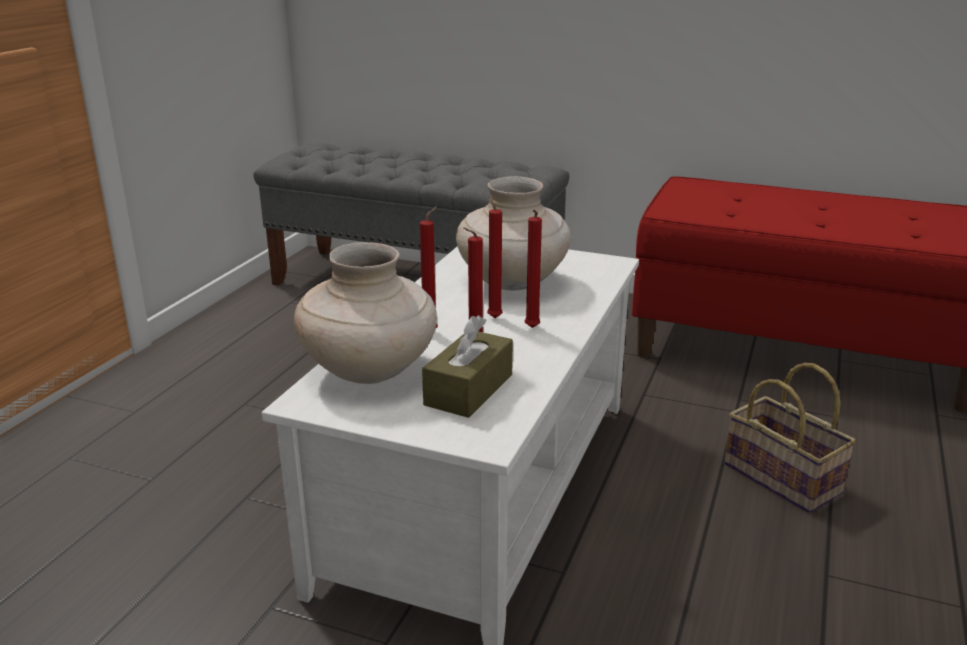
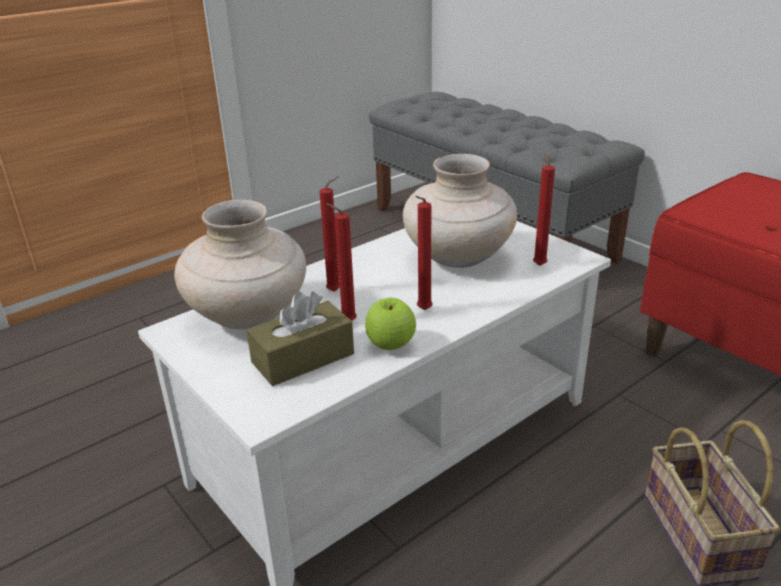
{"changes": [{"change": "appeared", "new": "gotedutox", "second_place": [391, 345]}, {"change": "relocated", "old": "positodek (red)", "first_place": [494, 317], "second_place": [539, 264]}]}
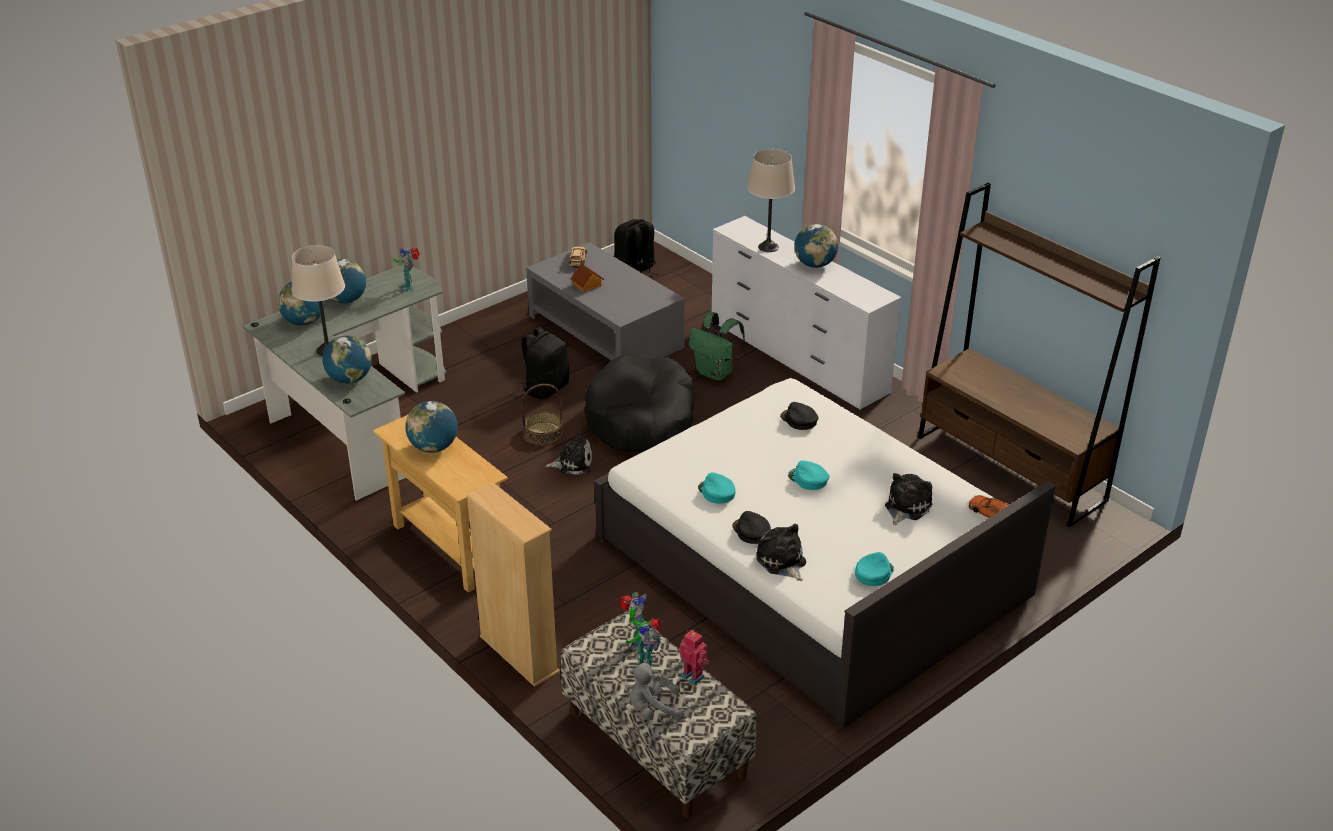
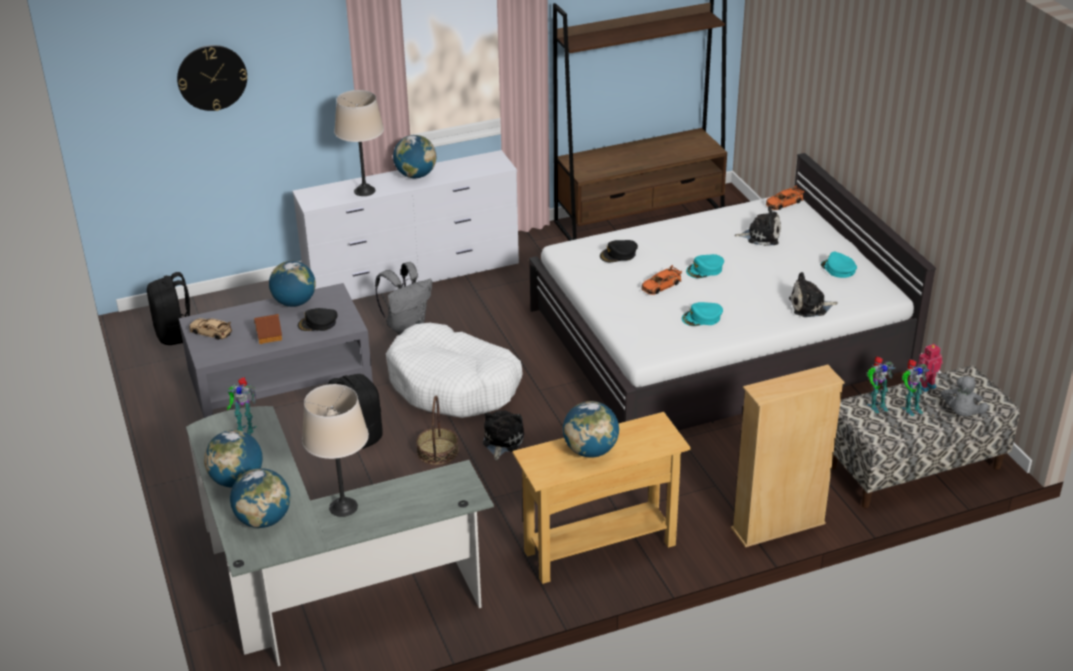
{"changes": [{"change": "appeared", "new": "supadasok", "second_place": [212, 77]}, {"change": "relocated", "old": "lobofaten", "first_place": [349, 379], "second_place": [294, 303]}, {"change": "relocated", "old": "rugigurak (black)", "first_place": [751, 531], "second_place": [318, 323]}, {"change": "colour", "old": "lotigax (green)", "new": "lotigax (grey)", "first_place": [716, 373], "second_place": [406, 325]}, {"change": "colour", "old": "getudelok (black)", "new": "getudelok (white)", "first_place": [641, 419], "second_place": [454, 385]}, {"change": "appeared", "new": "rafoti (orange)", "second_place": [661, 286]}, {"change": "spun", "old": "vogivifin", "first_place": [906, 507], "second_place": [761, 236], "degrees": 135}, {"change": "spun", "old": "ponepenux", "first_place": [638, 642], "second_place": [876, 405], "degrees": 135}]}
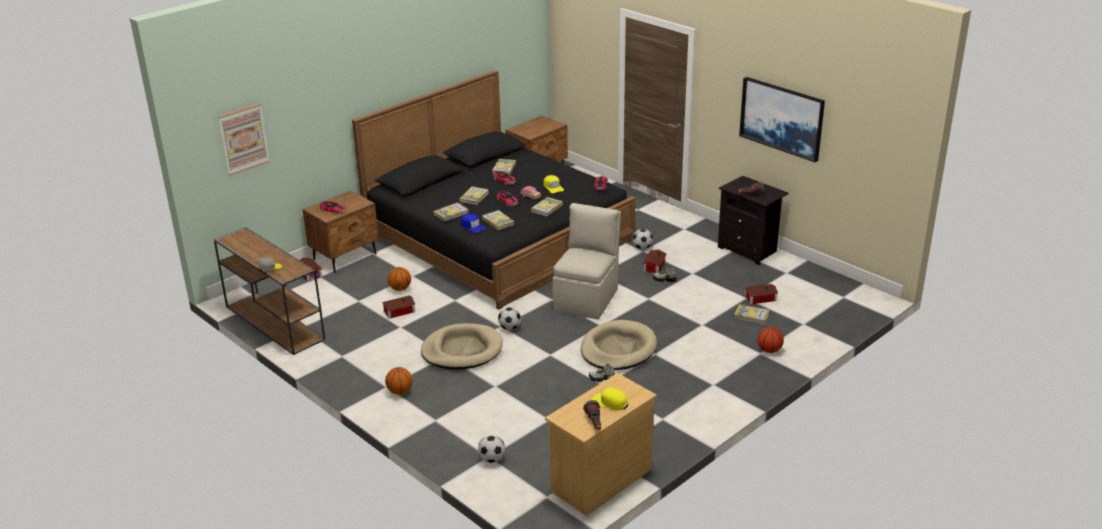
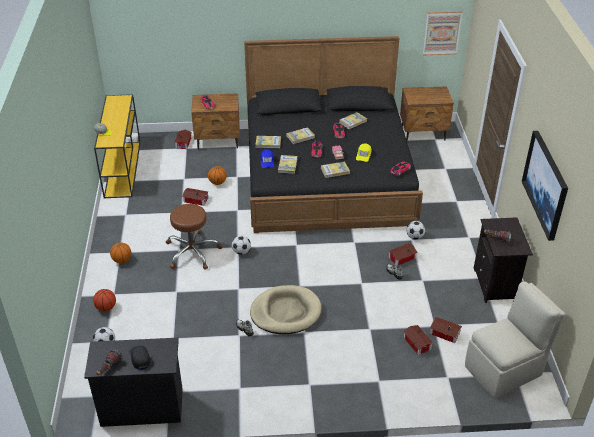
{"changes": [{"change": "colour", "old": "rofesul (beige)", "new": "rofesul (black)", "first_place": [601, 480], "second_place": [141, 407]}, {"change": "relocated", "old": "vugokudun", "first_place": [769, 350], "second_place": [106, 307]}, {"change": "colour", "old": "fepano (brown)", "new": "fepano (yellow)", "first_place": [273, 322], "second_place": [122, 168]}, {"change": "colour", "old": "rugigurak (yellow)", "new": "rugigurak (black)", "first_place": [609, 402], "second_place": [140, 358]}, {"change": "exchanged", "old": "getudelok (beige)", "new": "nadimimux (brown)", "first_place": [462, 350], "second_place": [192, 252]}, {"change": "exchanged", "old": "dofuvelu", "new": "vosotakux", "first_place": [751, 315], "second_place": [417, 344]}, {"change": "relocated", "old": "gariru", "first_place": [243, 139], "second_place": [442, 32]}, {"change": "relocated", "old": "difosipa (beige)", "first_place": [587, 299], "second_place": [505, 370]}]}
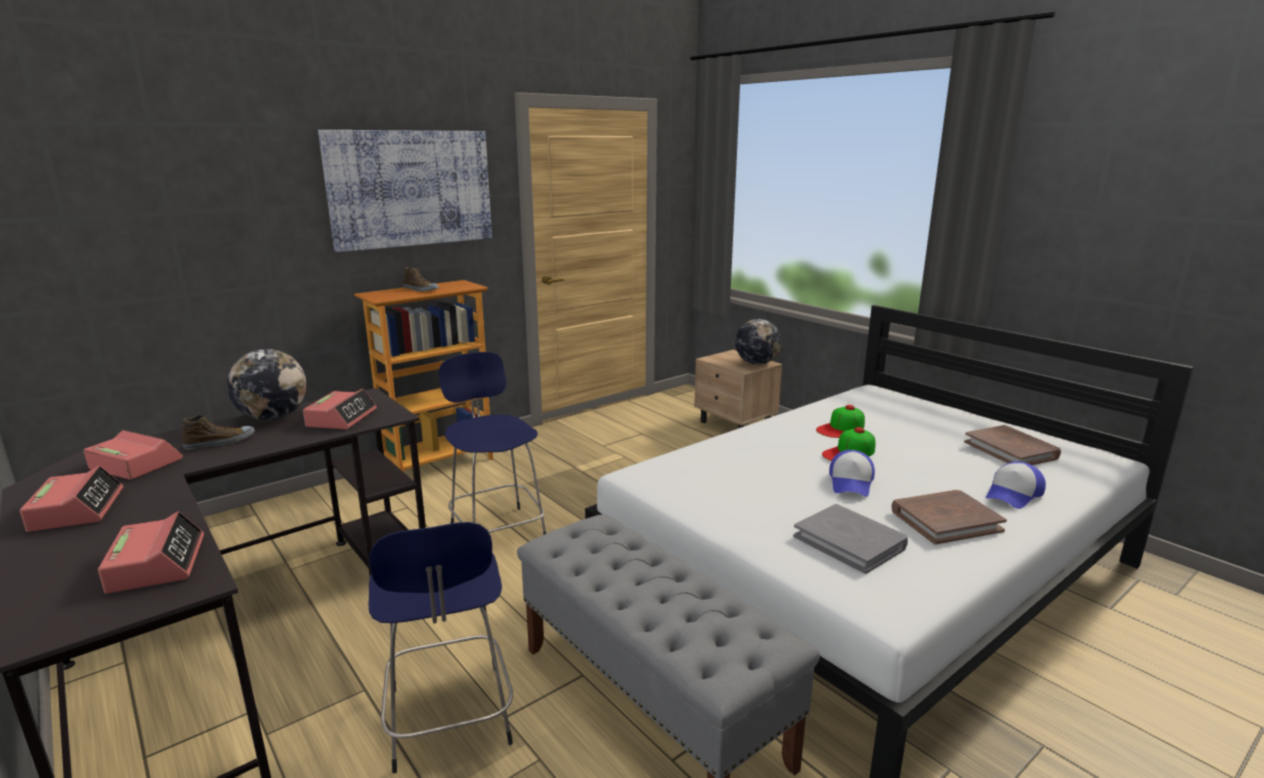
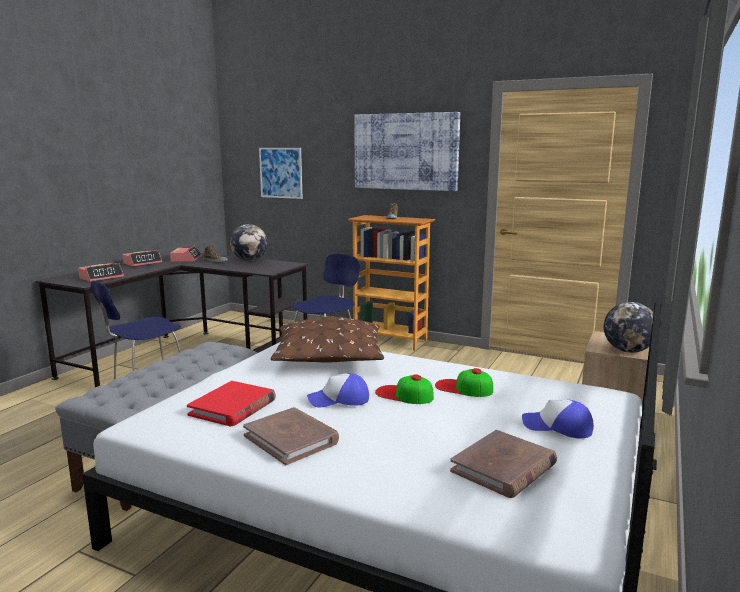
{"changes": [{"change": "colour", "old": "dofuvelu (grey)", "new": "dofuvelu (red)", "first_place": [849, 542], "second_place": [233, 407]}, {"change": "appeared", "new": "gariru", "second_place": [280, 173]}, {"change": "appeared", "new": "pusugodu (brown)", "second_place": [329, 358]}, {"change": "relocated", "old": "rugigurak", "first_place": [1013, 494], "second_place": [557, 427]}, {"change": "missing", "old": "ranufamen", "first_place": [341, 418]}]}
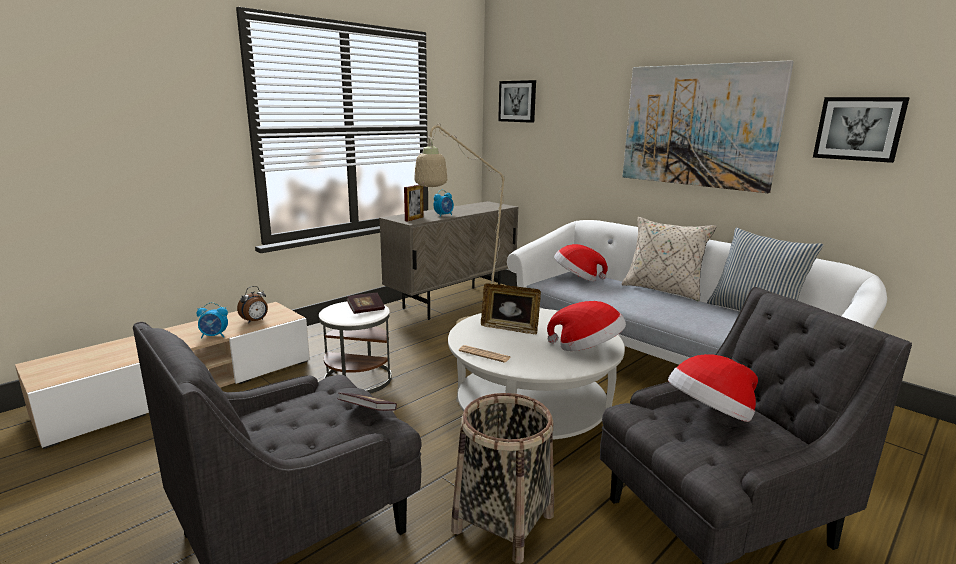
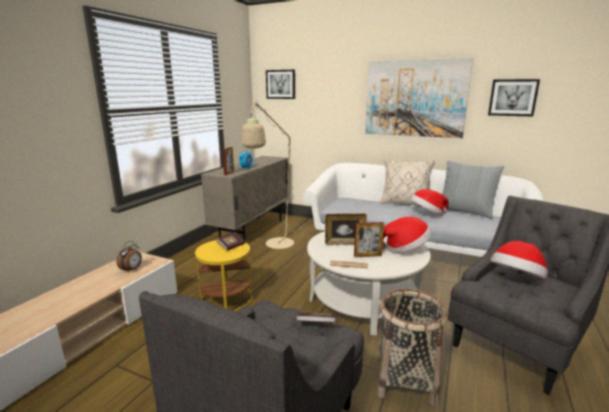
{"changes": [{"change": "colour", "old": "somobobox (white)", "new": "somobobox (yellow)", "first_place": [358, 379], "second_place": [226, 300]}, {"change": "appeared", "new": "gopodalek", "second_place": [367, 255]}, {"change": "relocated", "old": "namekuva", "first_place": [577, 278], "second_place": [427, 214]}, {"change": "missing", "old": "ranufamen", "first_place": [214, 336]}]}
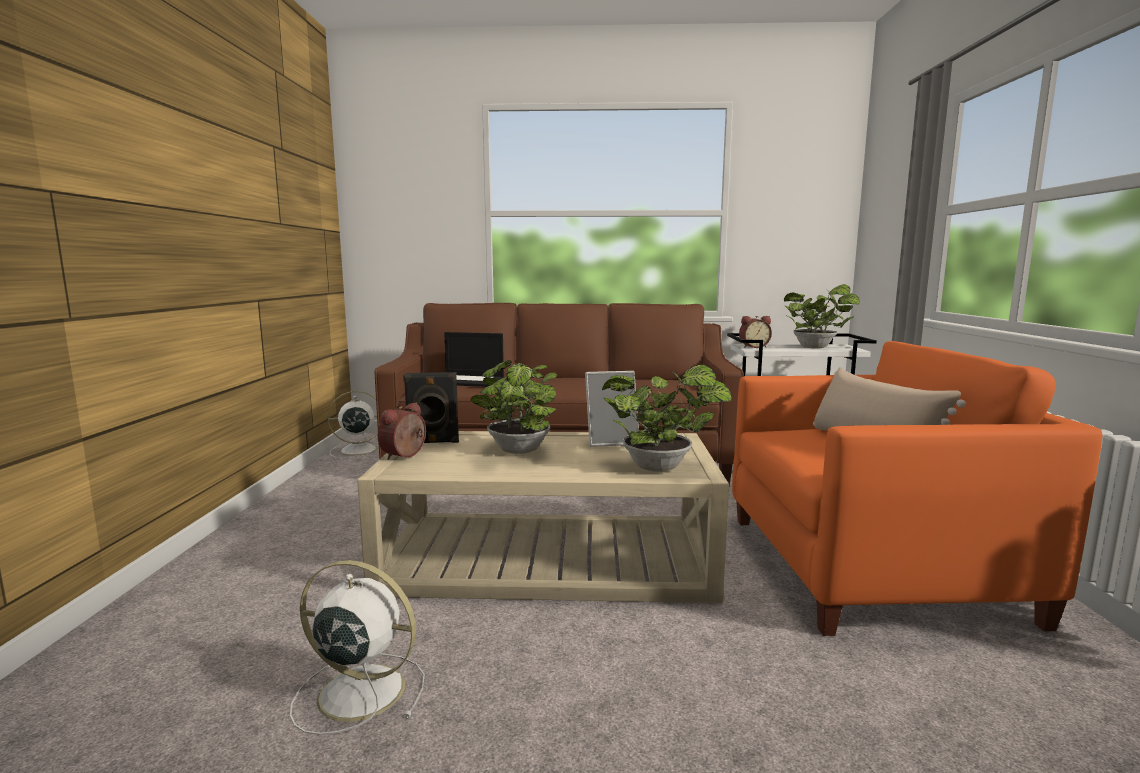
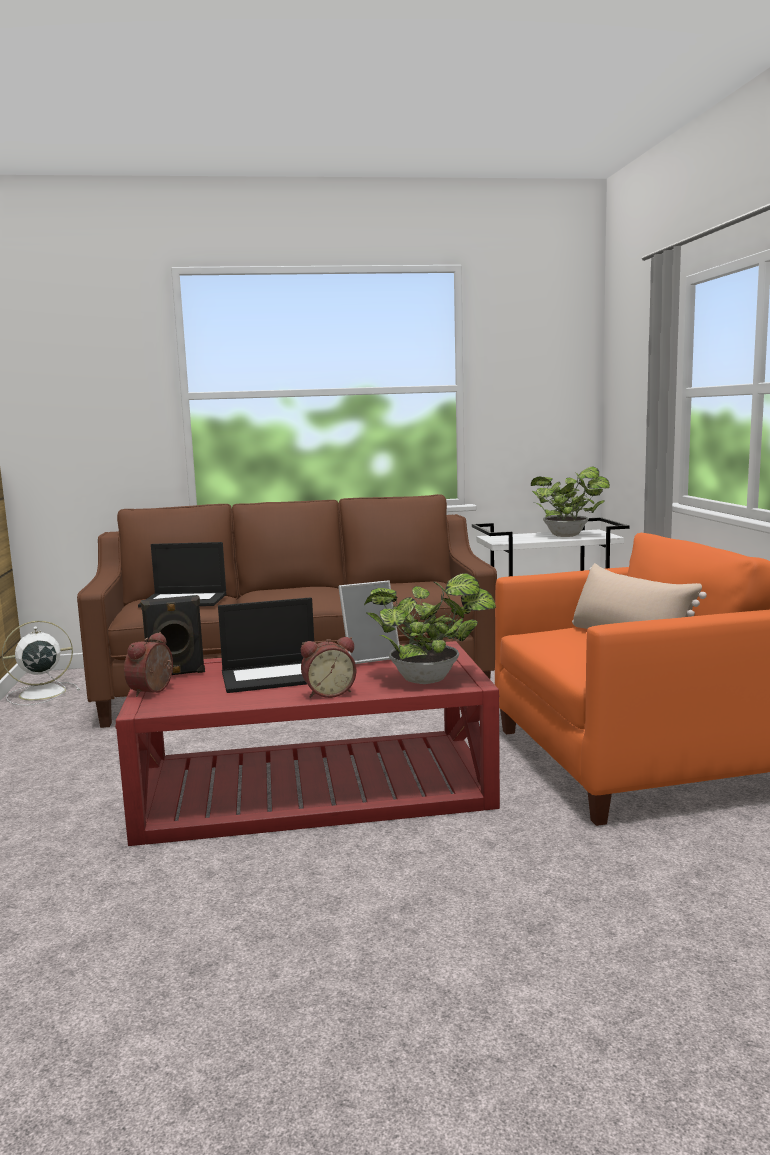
{"changes": [{"change": "colour", "old": "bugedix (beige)", "new": "bugedix (red)", "first_place": [548, 557], "second_place": [313, 786]}, {"change": "exchanged", "old": "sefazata", "new": "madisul", "first_place": [517, 451], "second_place": [274, 676]}, {"change": "relocated", "old": "ranufamen", "first_place": [753, 347], "second_place": [328, 693]}, {"change": "missing", "old": "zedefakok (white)", "first_place": [358, 691]}]}
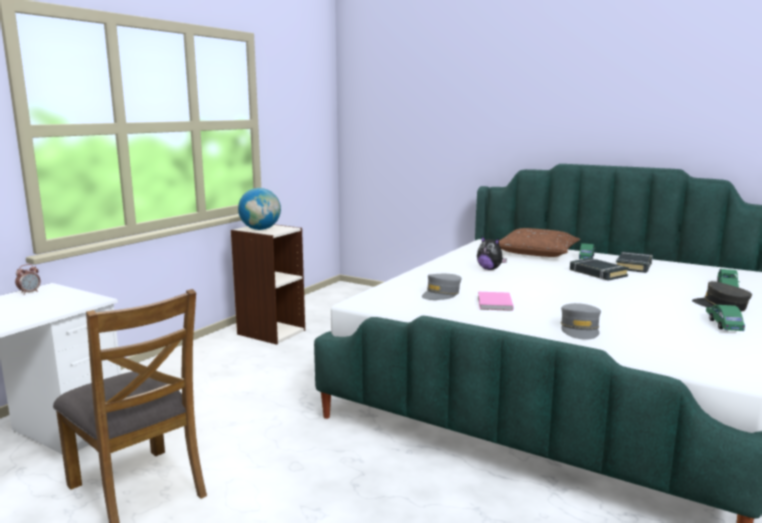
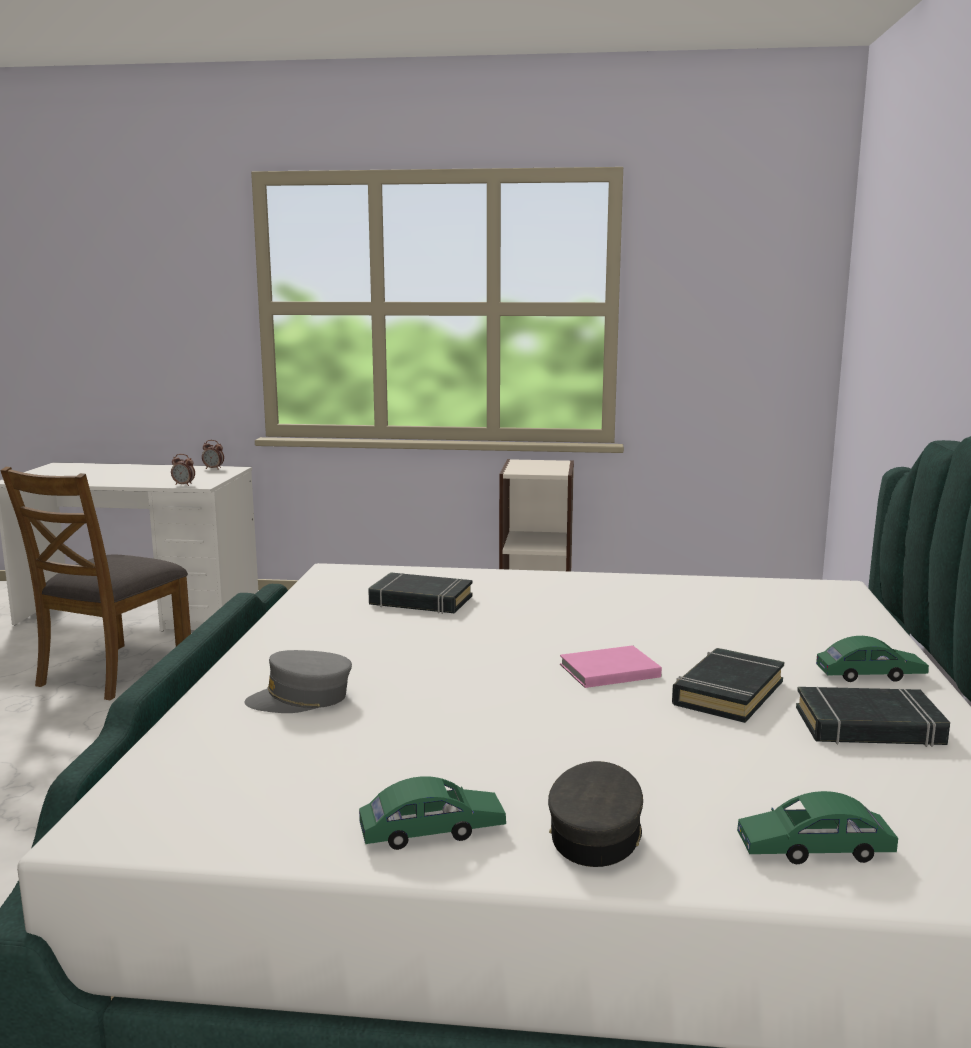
{"changes": [{"change": "appeared", "new": "ranufamen", "second_place": [184, 485]}, {"change": "exchanged", "old": "rugigurak (grey)", "new": "dofuvelu (black)", "first_place": [441, 294], "second_place": [420, 601]}, {"change": "relocated", "old": "dofuvelu (pink)", "first_place": [494, 303], "second_place": [606, 670]}, {"change": "missing", "old": "lobofaten", "first_place": [260, 229]}, {"change": "missing", "old": "vogivifin", "first_place": [490, 269]}, {"change": "missing", "old": "pusugodu (brown)", "first_place": [536, 253]}]}
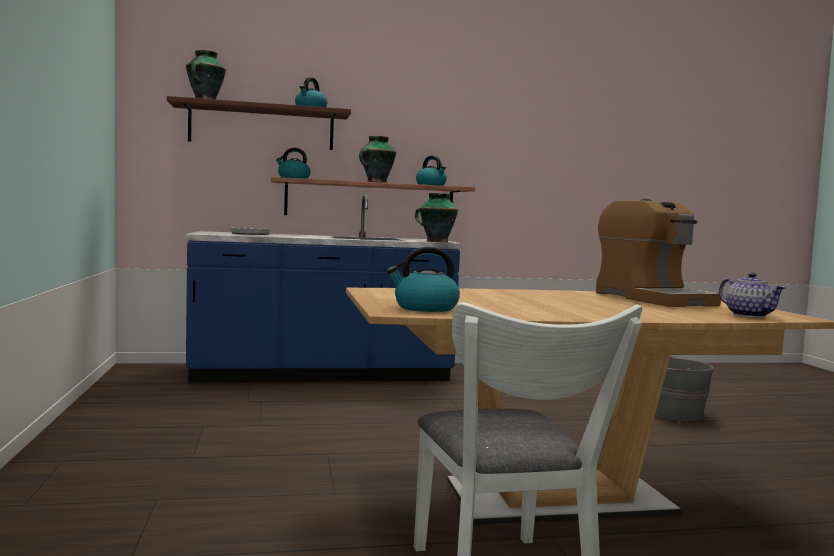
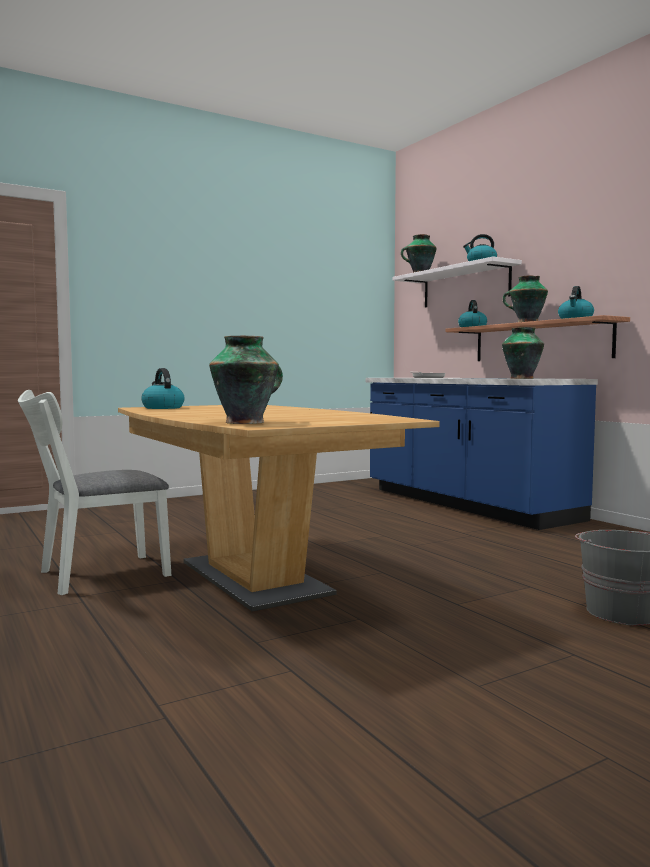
{"changes": [{"change": "exchanged", "old": "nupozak", "new": "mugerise", "first_place": [748, 315], "second_place": [246, 422]}, {"change": "colour", "old": "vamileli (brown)", "new": "vamileli (white)", "first_place": [262, 127], "second_place": [465, 286]}, {"change": "missing", "old": "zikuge", "first_place": [652, 299]}]}
